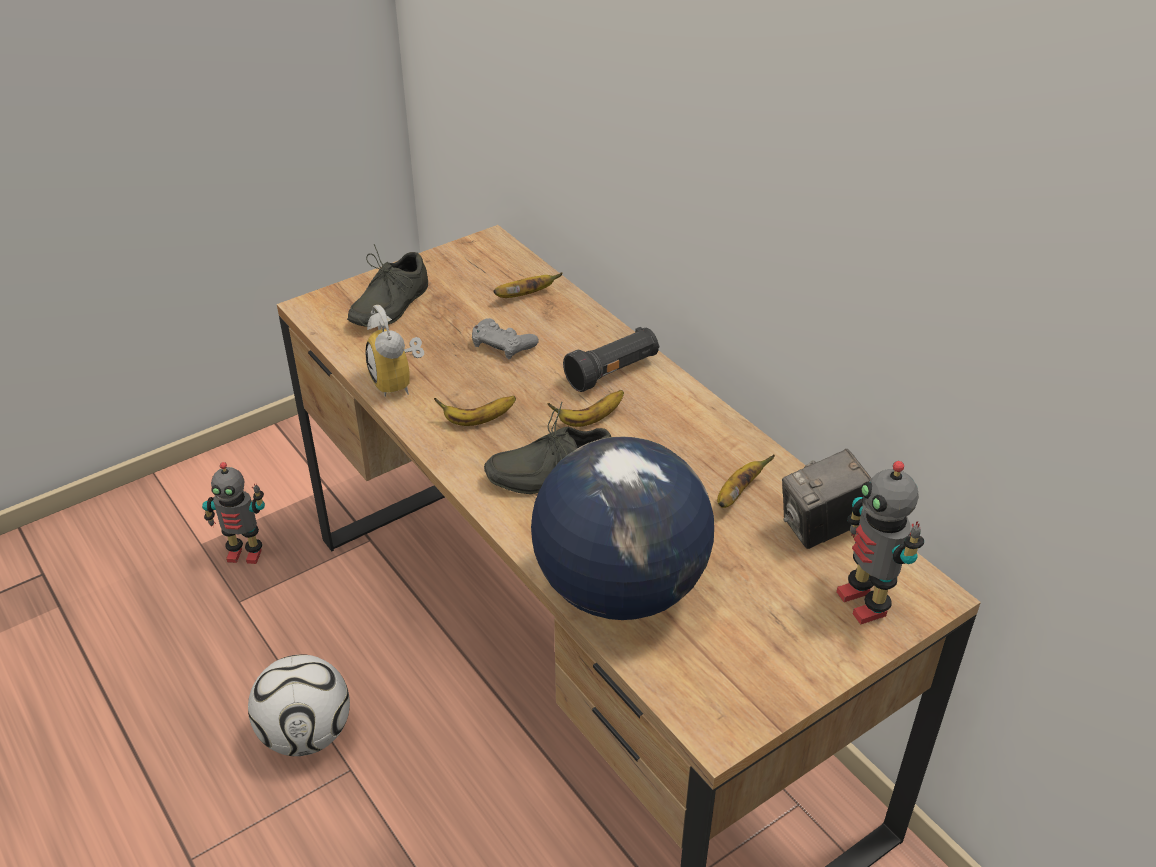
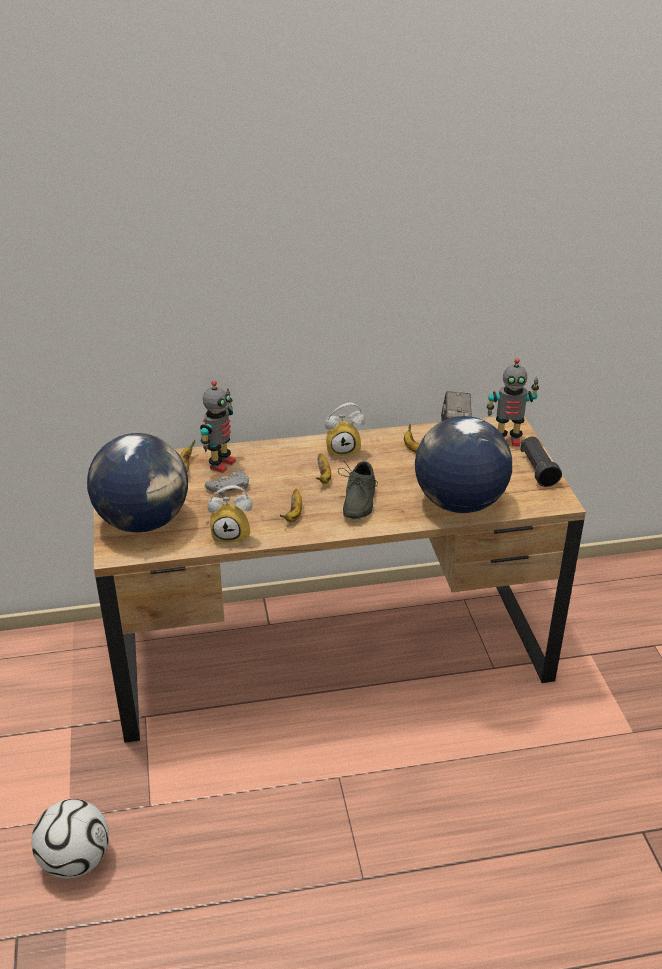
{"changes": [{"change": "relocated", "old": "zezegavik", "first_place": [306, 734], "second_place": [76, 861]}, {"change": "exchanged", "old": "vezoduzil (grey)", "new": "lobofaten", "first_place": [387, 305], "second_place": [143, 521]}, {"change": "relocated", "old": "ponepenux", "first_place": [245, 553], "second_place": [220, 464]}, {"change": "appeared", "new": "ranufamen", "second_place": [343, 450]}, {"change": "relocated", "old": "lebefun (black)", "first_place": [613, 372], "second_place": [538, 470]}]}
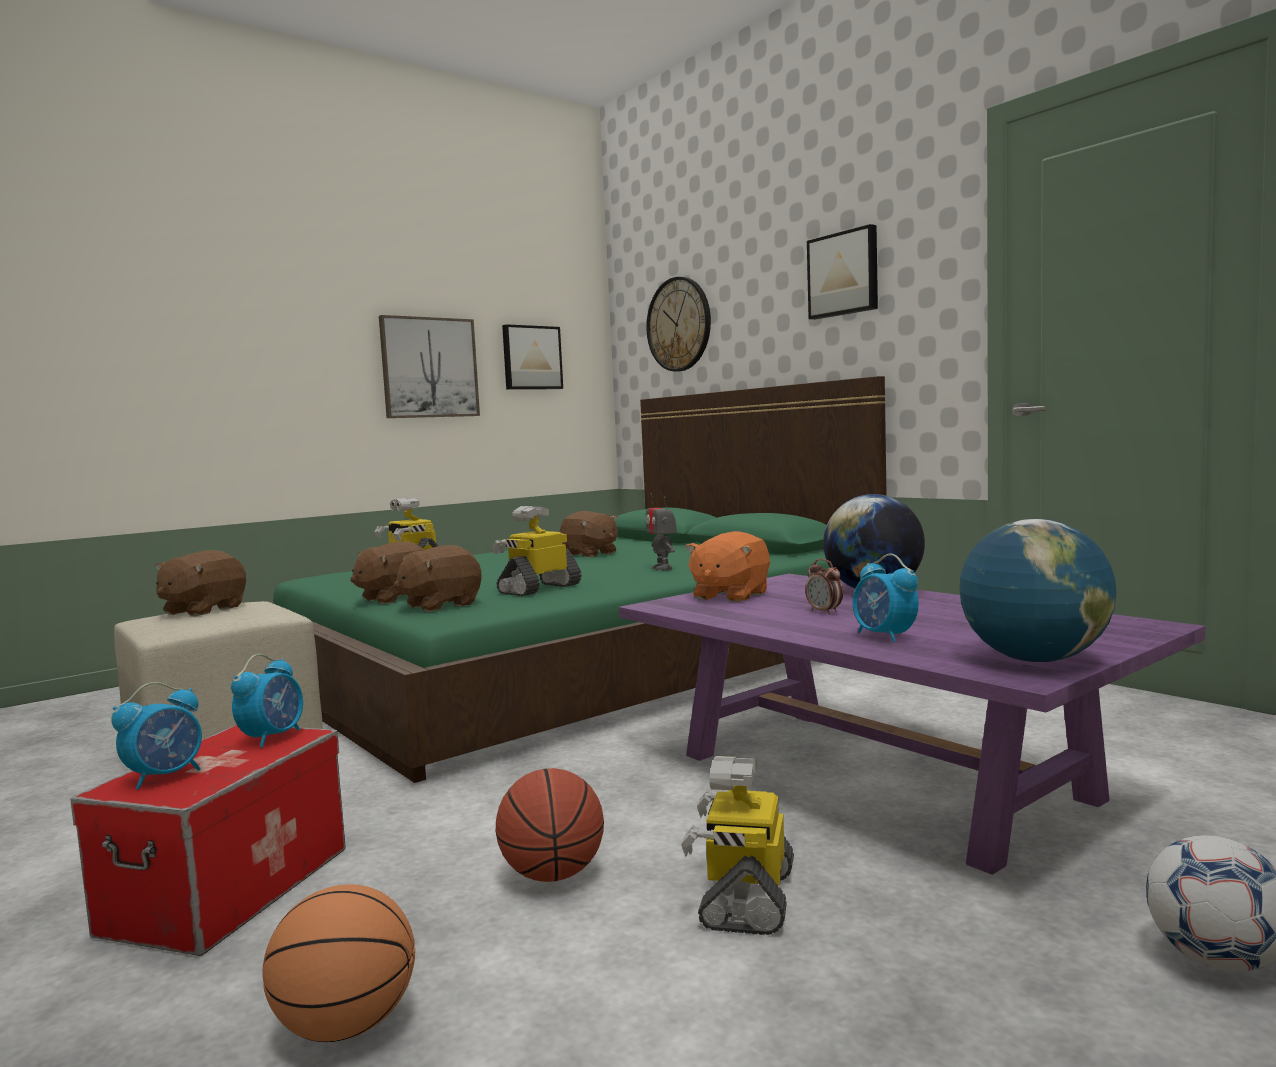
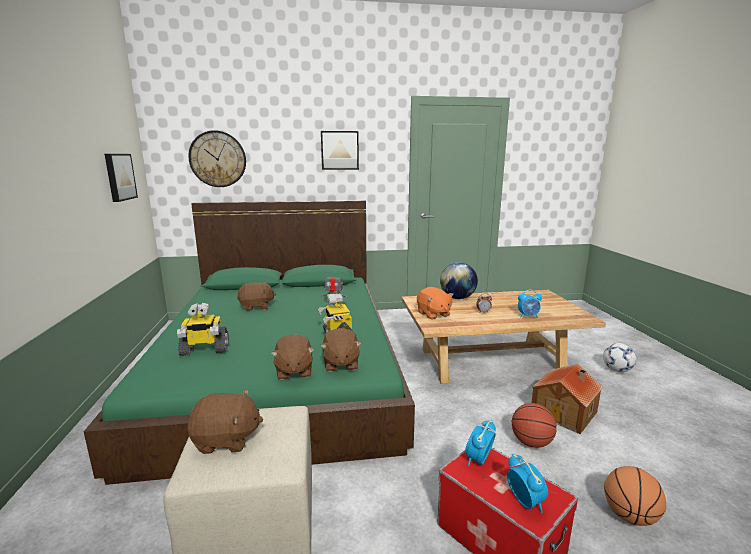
{"changes": [{"change": "spun", "old": "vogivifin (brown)", "first_place": [202, 610], "second_place": [226, 440], "degrees": -60}, {"change": "colour", "old": "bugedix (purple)", "new": "bugedix (beige)", "first_place": [879, 776], "second_place": [490, 361]}, {"change": "spun", "old": "ranufamen", "first_place": [273, 737], "second_place": [478, 460], "degrees": -105}, {"change": "exchanged", "old": "ponepenux", "new": "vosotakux", "first_place": [745, 898], "second_place": [565, 412]}, {"change": "missing", "old": "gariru", "first_place": [429, 368]}, {"change": "missing", "old": "lobofaten", "first_place": [1034, 660]}]}
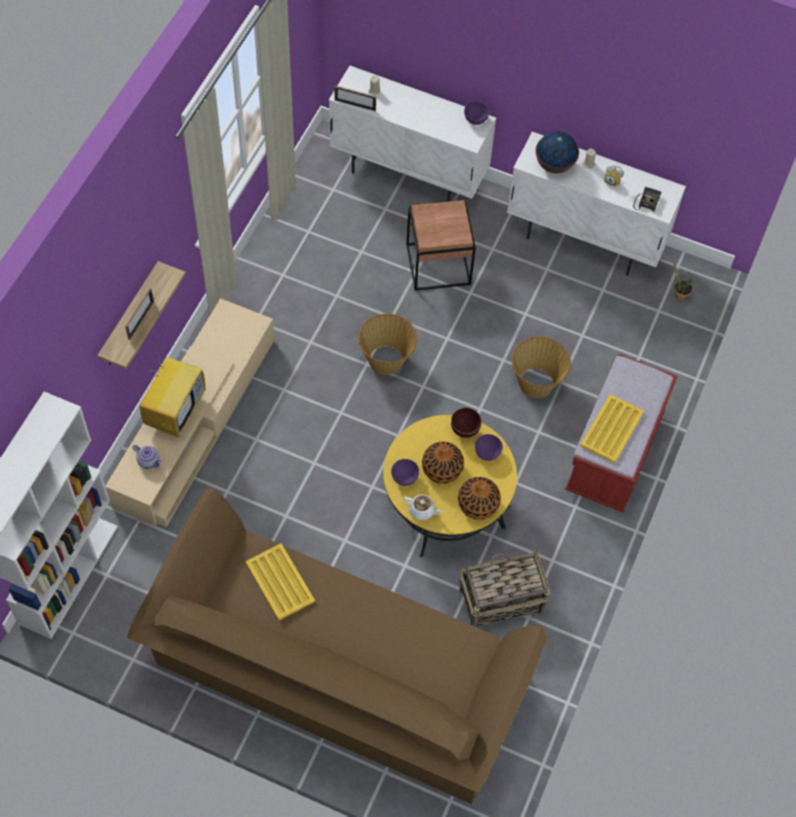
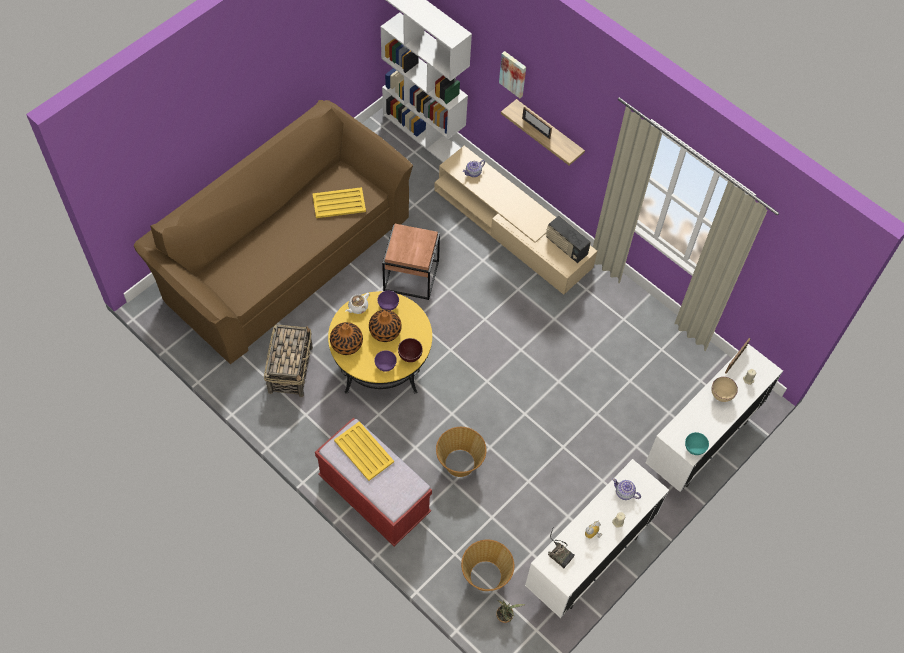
{"changes": [{"change": "relocated", "old": "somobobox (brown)", "first_place": [437, 265], "second_place": [410, 275]}, {"change": "relocated", "old": "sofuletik", "first_place": [386, 360], "second_place": [485, 576]}, {"change": "appeared", "new": "gariru", "second_place": [513, 73]}, {"change": "appeared", "new": "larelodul", "second_place": [566, 246]}, {"change": "exchanged", "old": "lobofaten", "new": "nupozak", "first_place": [554, 165], "second_place": [624, 493]}, {"change": "colour", "old": "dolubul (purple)", "new": "dolubul (turquoise)", "first_place": [475, 120], "second_place": [694, 448]}, {"change": "appeared", "new": "dolubul (beige)", "second_place": [720, 396]}, {"change": "missing", "old": "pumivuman", "first_place": [175, 410]}]}
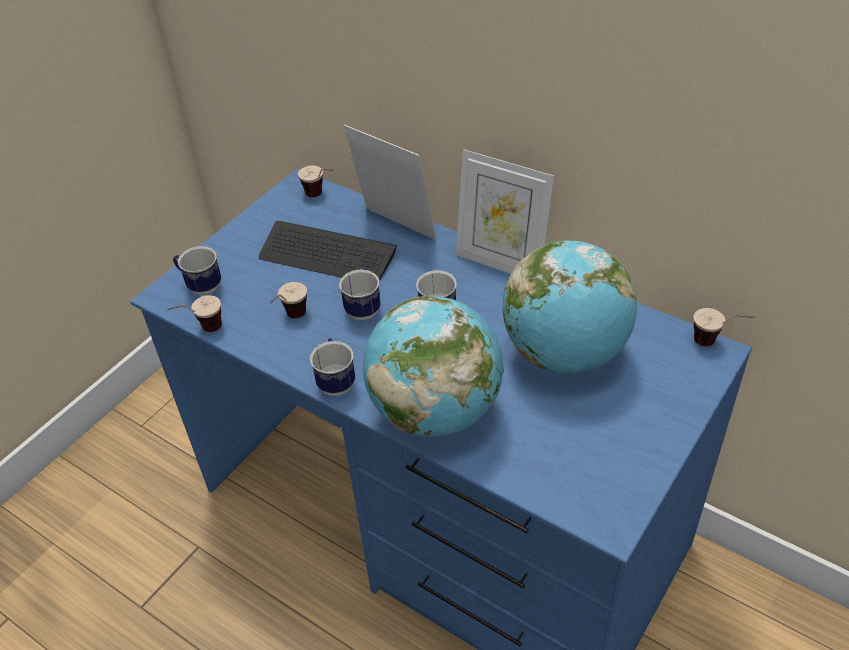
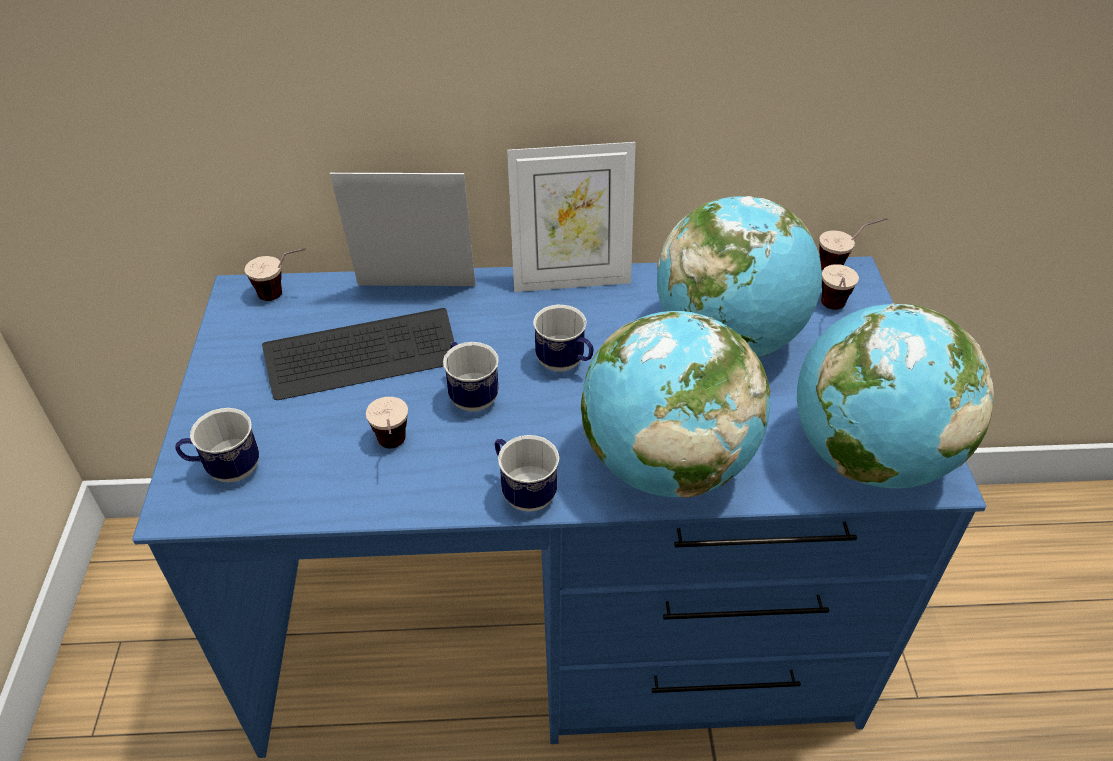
{"changes": [{"change": "appeared", "new": "lobofaten", "second_place": [868, 457]}, {"change": "relocated", "old": "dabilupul", "first_place": [201, 331], "second_place": [832, 312]}]}
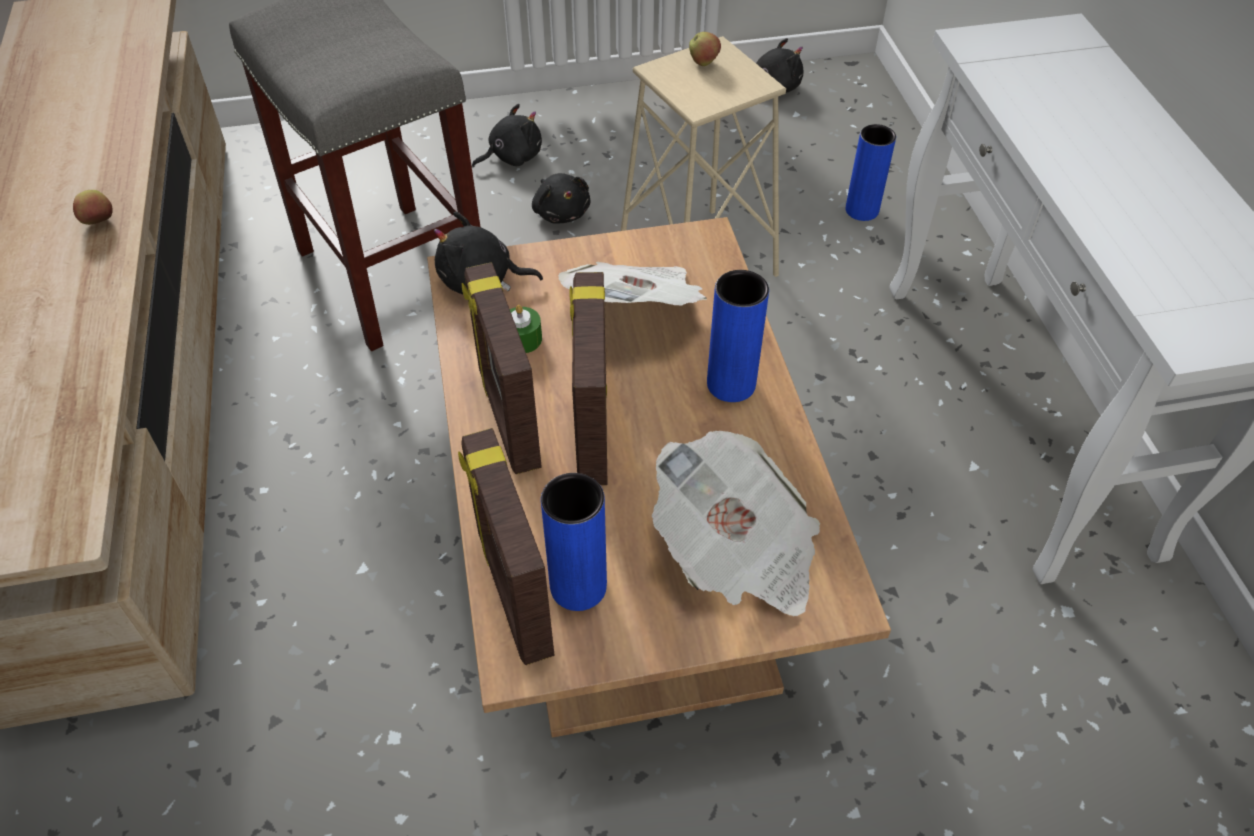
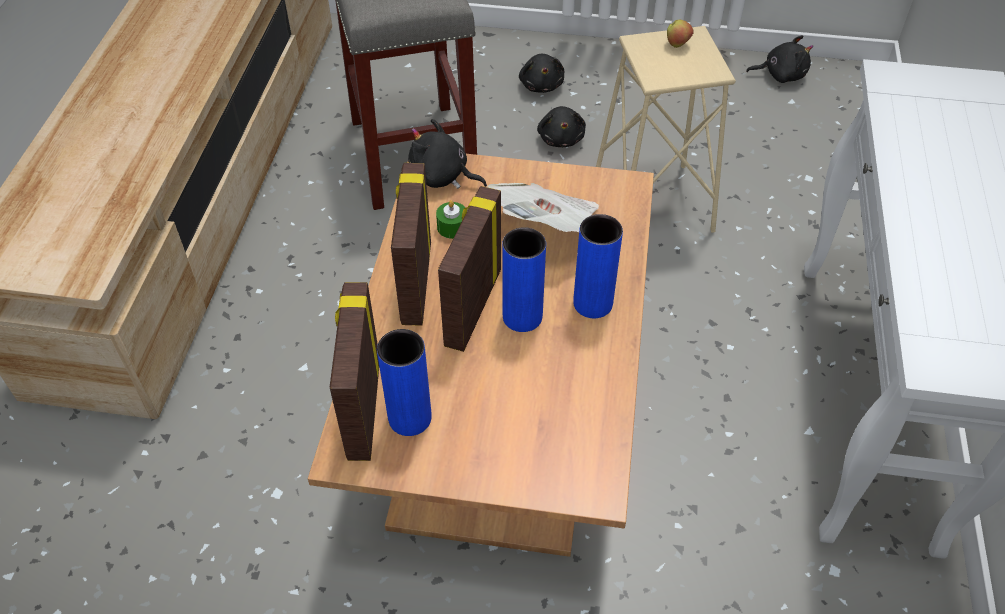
{"changes": [{"change": "relocated", "old": "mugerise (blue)", "first_place": [862, 210], "second_place": [522, 317]}, {"change": "spun", "old": "vogivifin (black)", "first_place": [512, 157], "second_place": [541, 85], "degrees": 90}, {"change": "missing", "old": "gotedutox", "first_place": [99, 222]}, {"change": "missing", "old": "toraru", "first_place": [737, 551]}]}
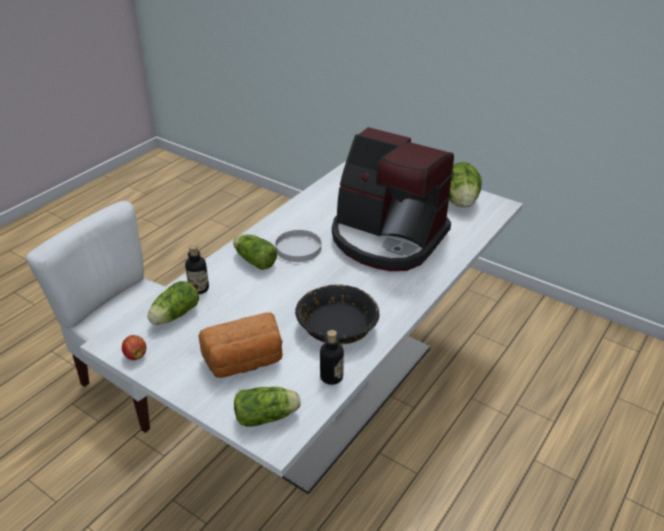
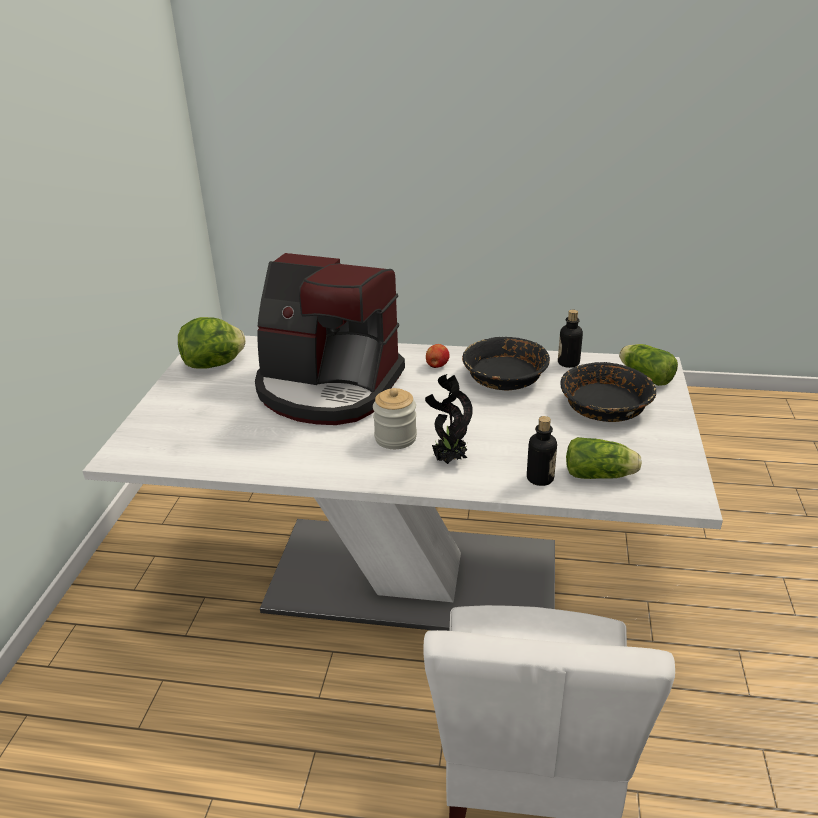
{"changes": [{"change": "spun", "old": "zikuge", "first_place": [387, 238], "second_place": [328, 389], "degrees": 105}, {"change": "exchanged", "old": "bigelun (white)", "new": "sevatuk", "first_place": [298, 248], "second_place": [395, 438]}, {"change": "exchanged", "old": "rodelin", "new": "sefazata", "first_place": [254, 260], "second_place": [448, 460]}, {"change": "relocated", "old": "gotedutox", "first_place": [135, 355], "second_place": [437, 366]}, {"change": "exchanged", "old": "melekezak", "new": "dolubul (black)", "first_place": [245, 362], "second_place": [605, 407]}]}
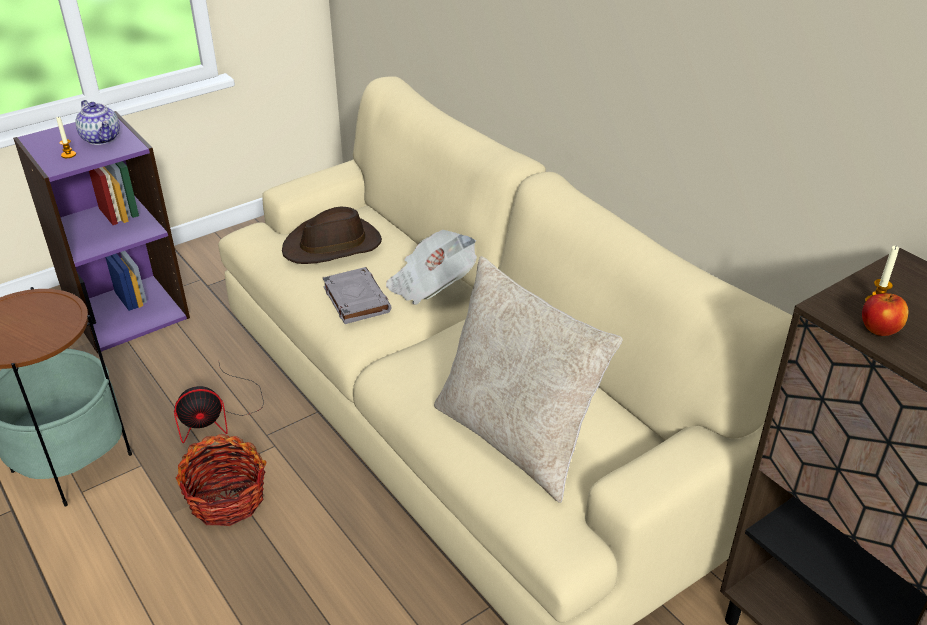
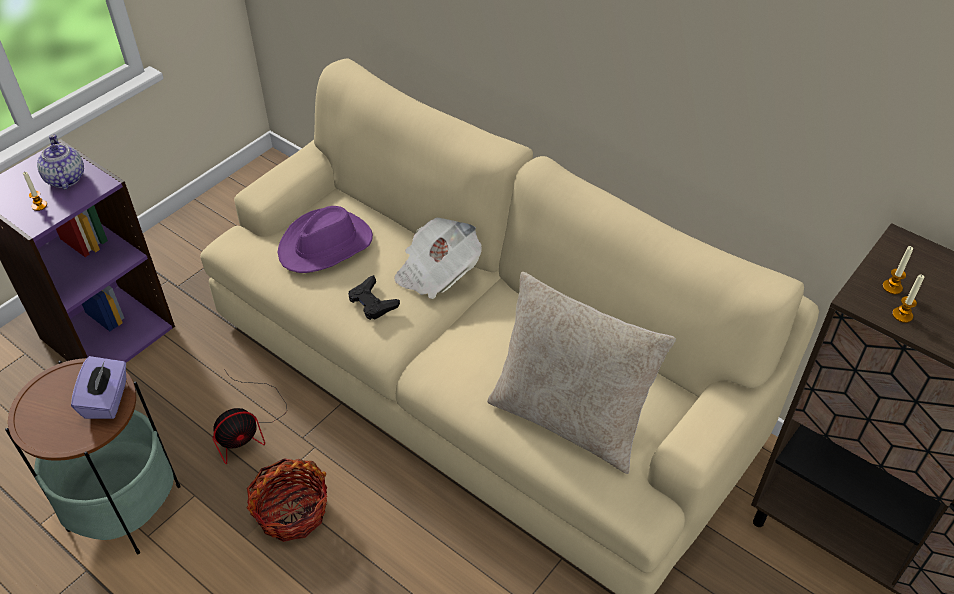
{"changes": [{"change": "spun", "old": "nupozak", "first_place": [102, 138], "second_place": [65, 178], "degrees": -150}, {"change": "appeared", "new": "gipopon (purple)", "second_place": [107, 400]}, {"change": "colour", "old": "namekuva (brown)", "new": "namekuva (purple)", "first_place": [333, 246], "second_place": [326, 245]}, {"change": "exchanged", "old": "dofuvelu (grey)", "new": "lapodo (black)", "first_place": [356, 299], "second_place": [372, 302]}, {"change": "exchanged", "old": "gotedutox", "new": "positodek", "first_place": [879, 330], "second_place": [902, 315]}]}
